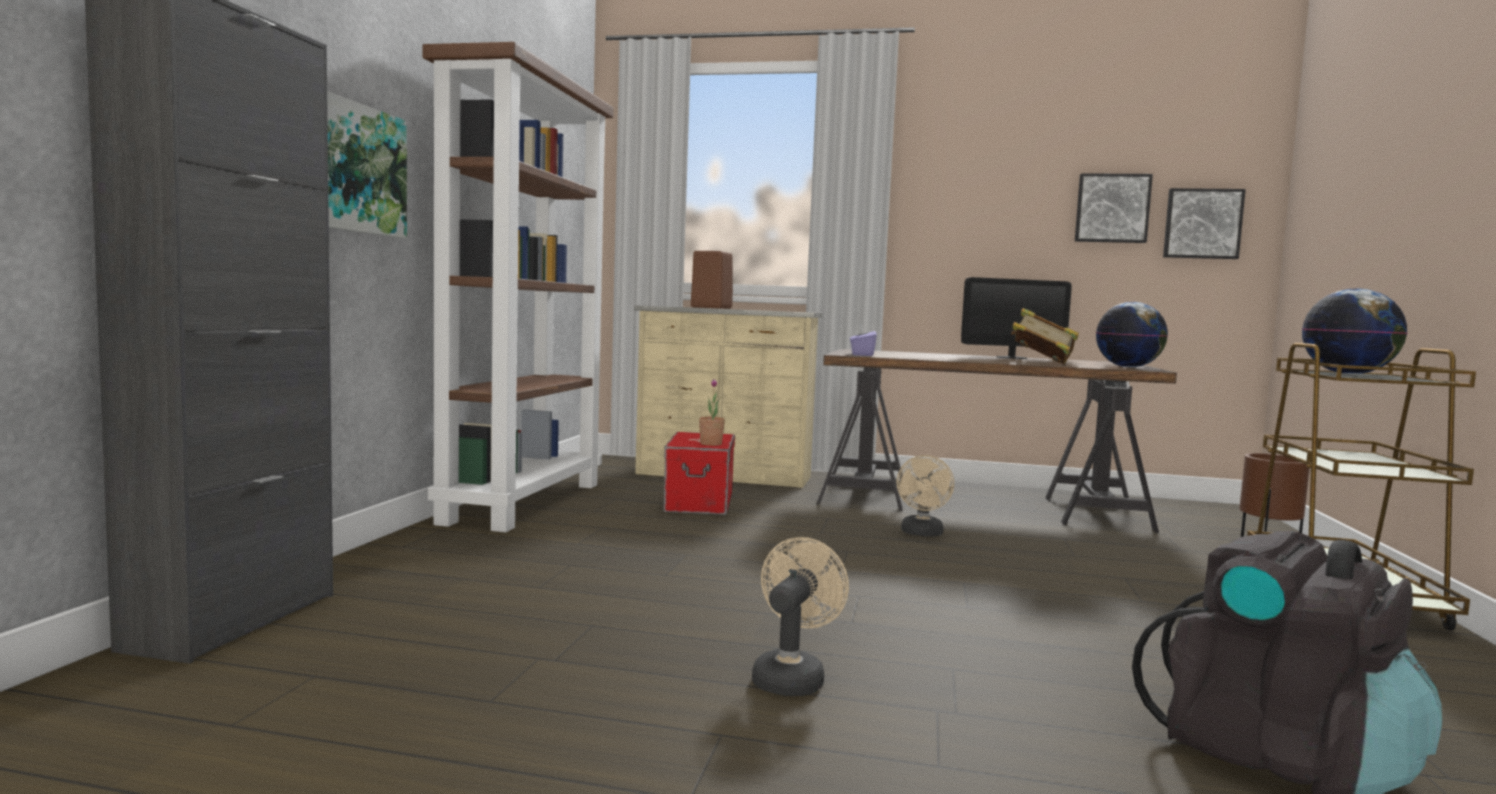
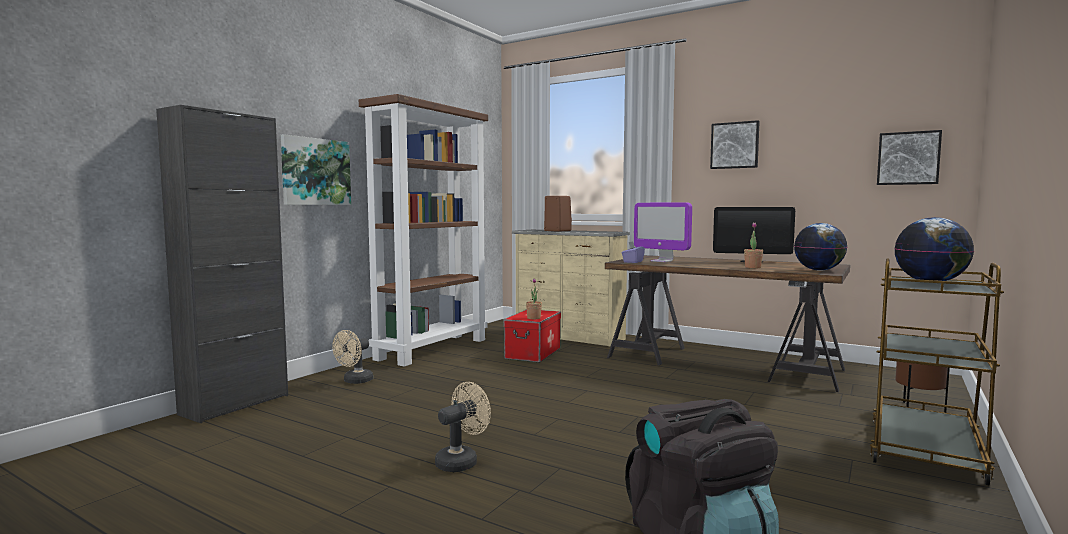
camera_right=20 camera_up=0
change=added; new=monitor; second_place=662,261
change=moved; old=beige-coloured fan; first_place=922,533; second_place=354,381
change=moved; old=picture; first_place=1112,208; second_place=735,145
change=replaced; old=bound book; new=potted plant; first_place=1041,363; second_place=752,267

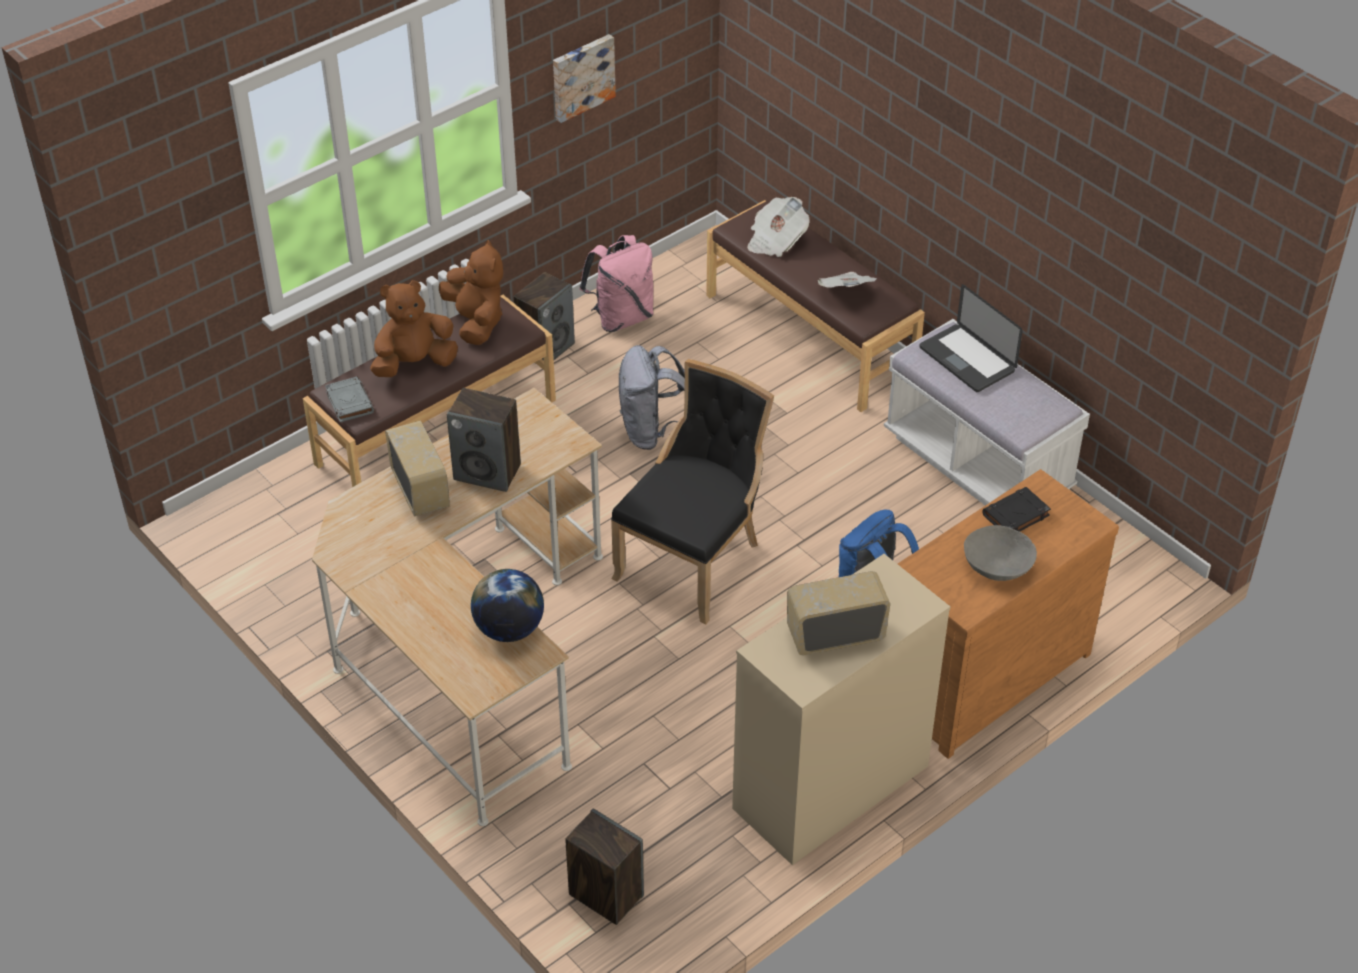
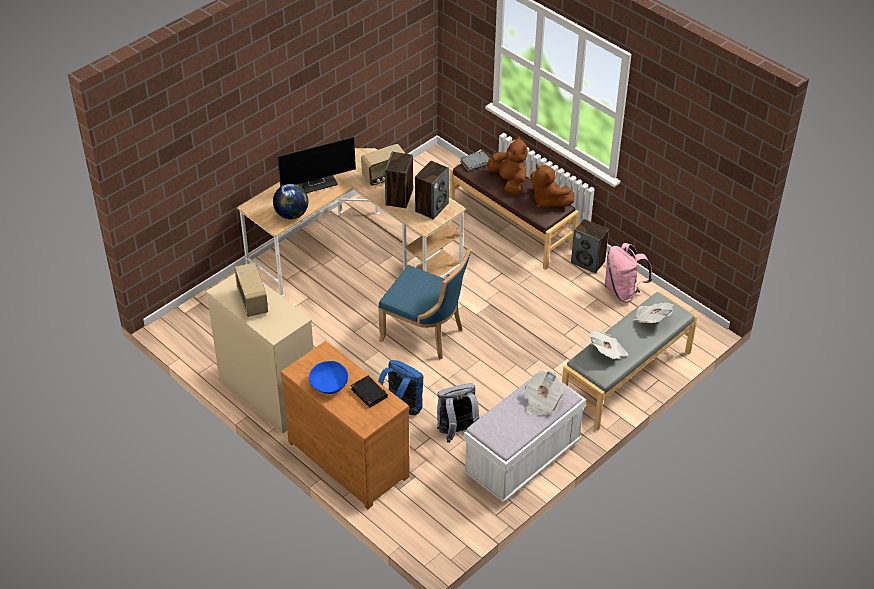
camera_right=85 camera_up=0
change=removed; old=picture; first_place=582,76
change=added; new=monitor; second_place=317,182
change=moved; old=loudspeaker; first_place=605,895; second_place=431,207
change=moved; old=greyish rucksack; first_place=653,432; second_place=457,432
change=replaced; old=laptop; new=newspaper; first_place=967,359; second_place=542,402
change=recoloured; old=blackish upright chair; new=blue-coloured upright chair; first_place=694,560; second_place=425,334
change=recoloured; old=brownish long seat; new=greyish long seat; first_place=810,335; second_place=627,378
change=recoloured; old=greyish bowl; new=blue-coloured bowl; first_place=997,565; second_place=329,384
change=turned; old=brownish plush toy; first_place=476,322; second_place=548,201; degrees=75

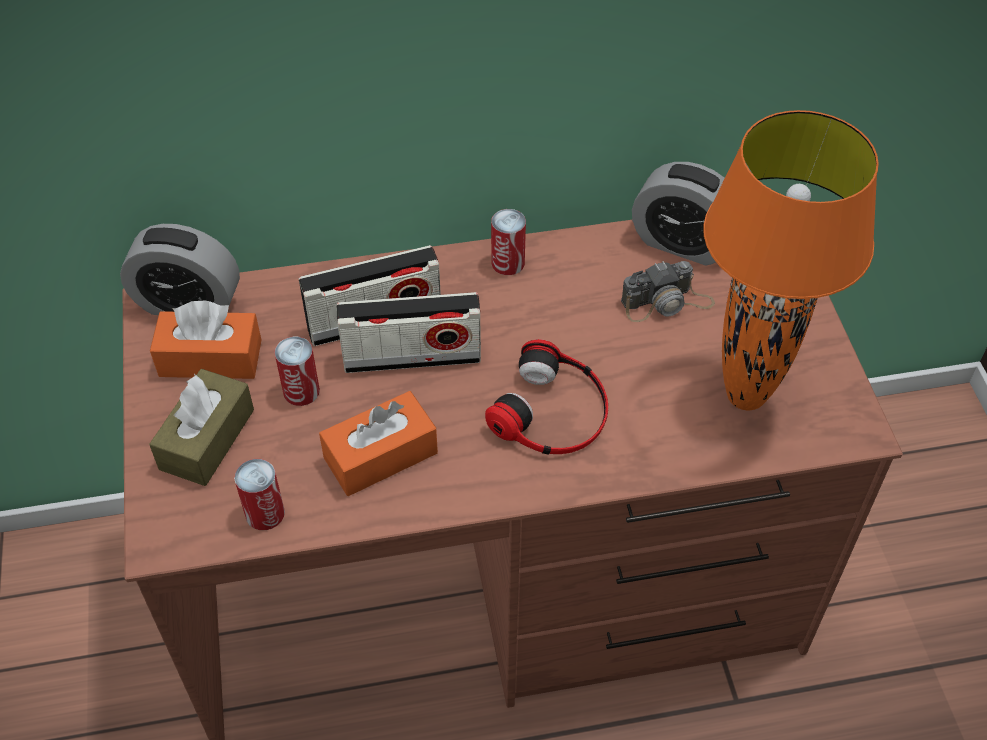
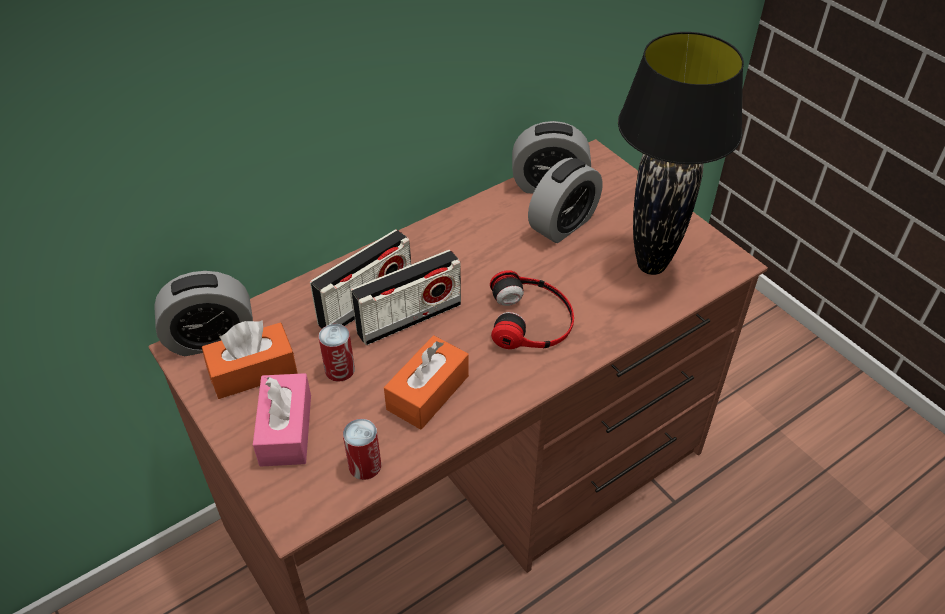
camera_right=-25 camera_up=-5
change=removed; old=can; first_place=508,263
change=replaced; old=photo camera; new=table clock; first_place=667,302; second_place=563,224
change=recoloured; old=brownish box of tissues; new=pinkish box of tissues; first_place=207,439; second_place=286,430
change=recoloured; old=orange lamp for a table; new=blackish lamp for a table; first_place=747,396; second_place=652,265

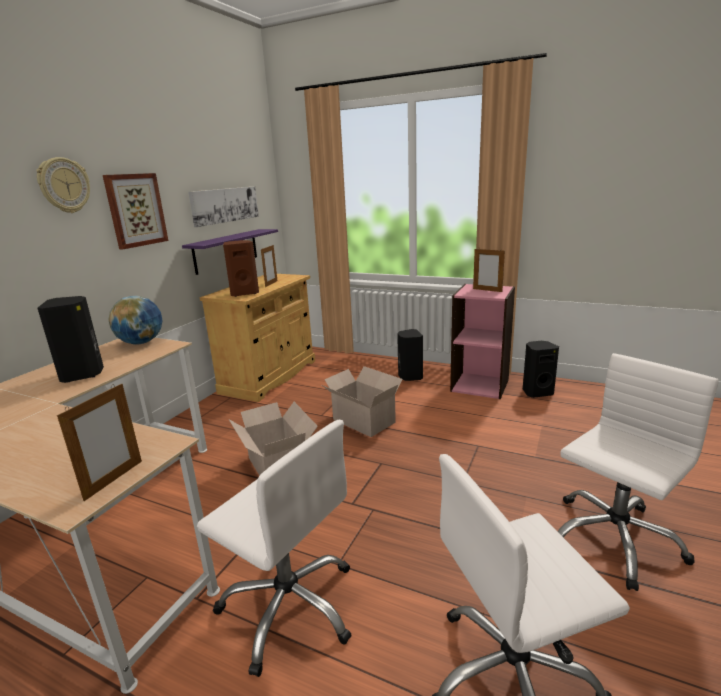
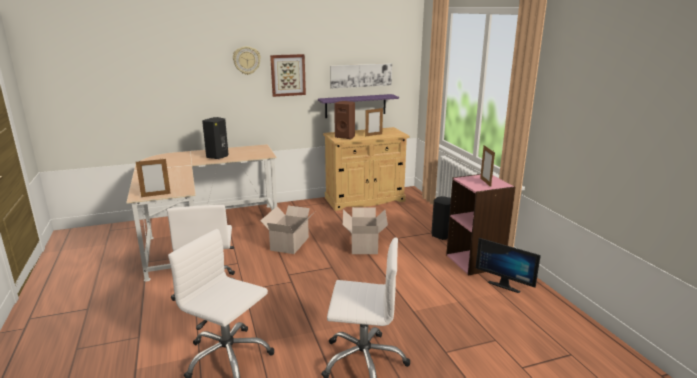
camera_right=45 camera_up=0
change=removed; old=world globe; first_place=141,342
change=replaced; old=blackish loudspeaker; new=monitor; first_place=537,392; second_place=505,285

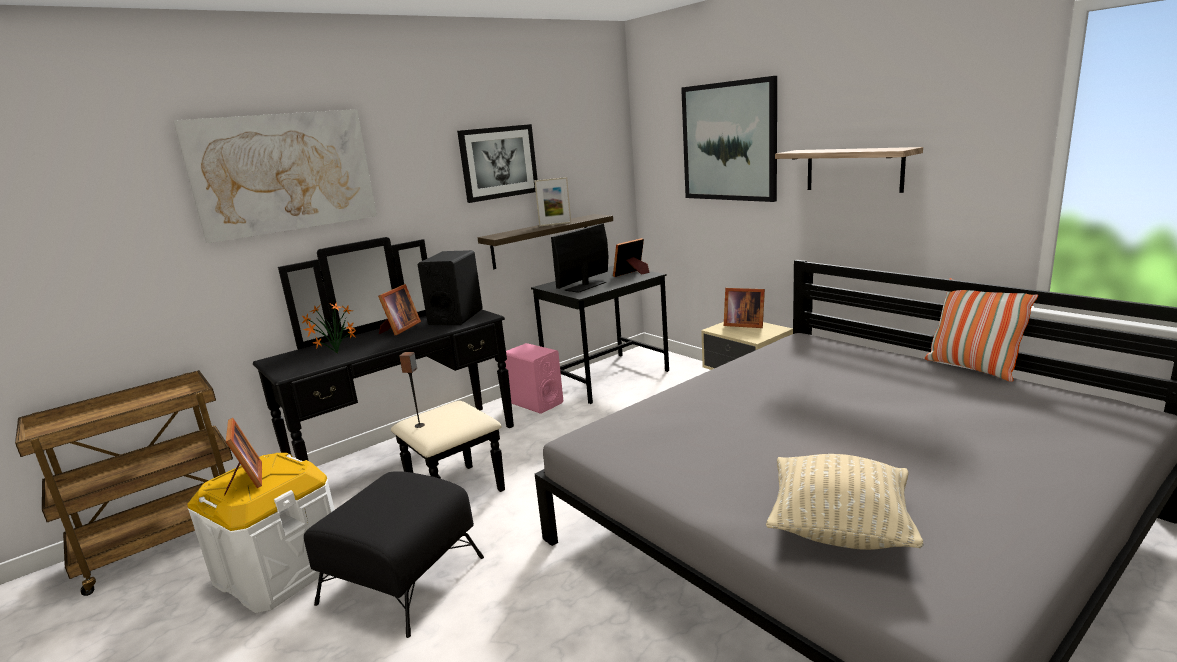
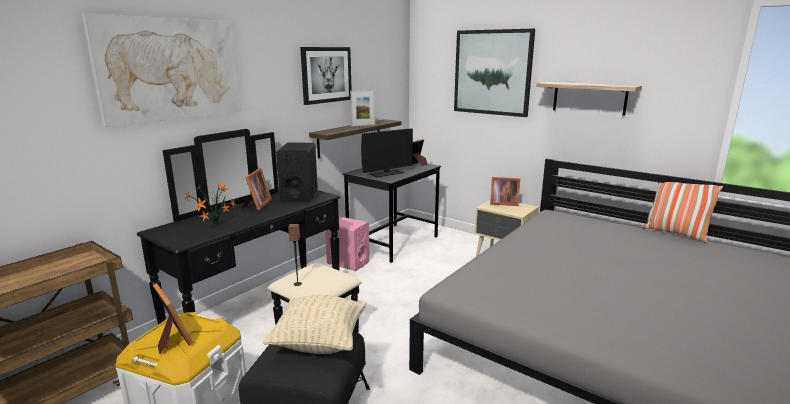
camera_right=-15 camera_up=0
change=moved; old=beige-coloured throw pillow; first_place=839,529; second_place=319,342
change=turned; old=monitor; first_place=585,286; second_place=387,173; degrees=-150

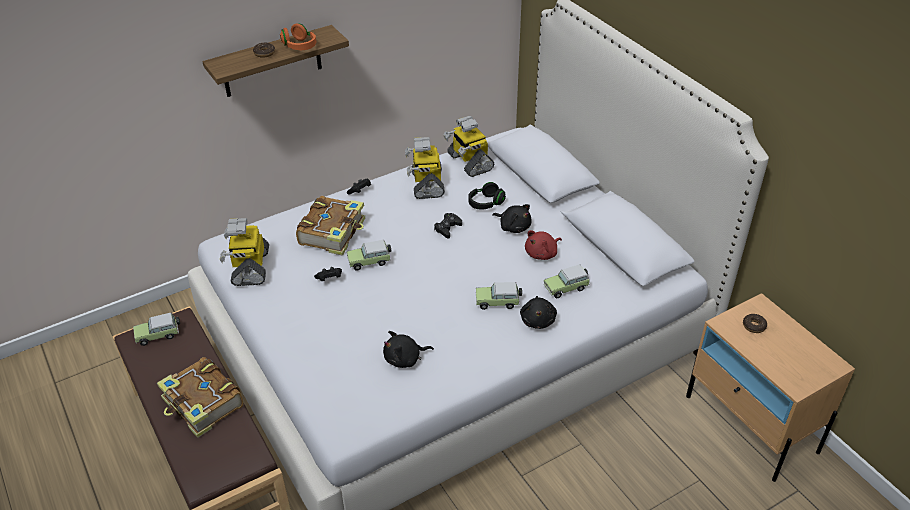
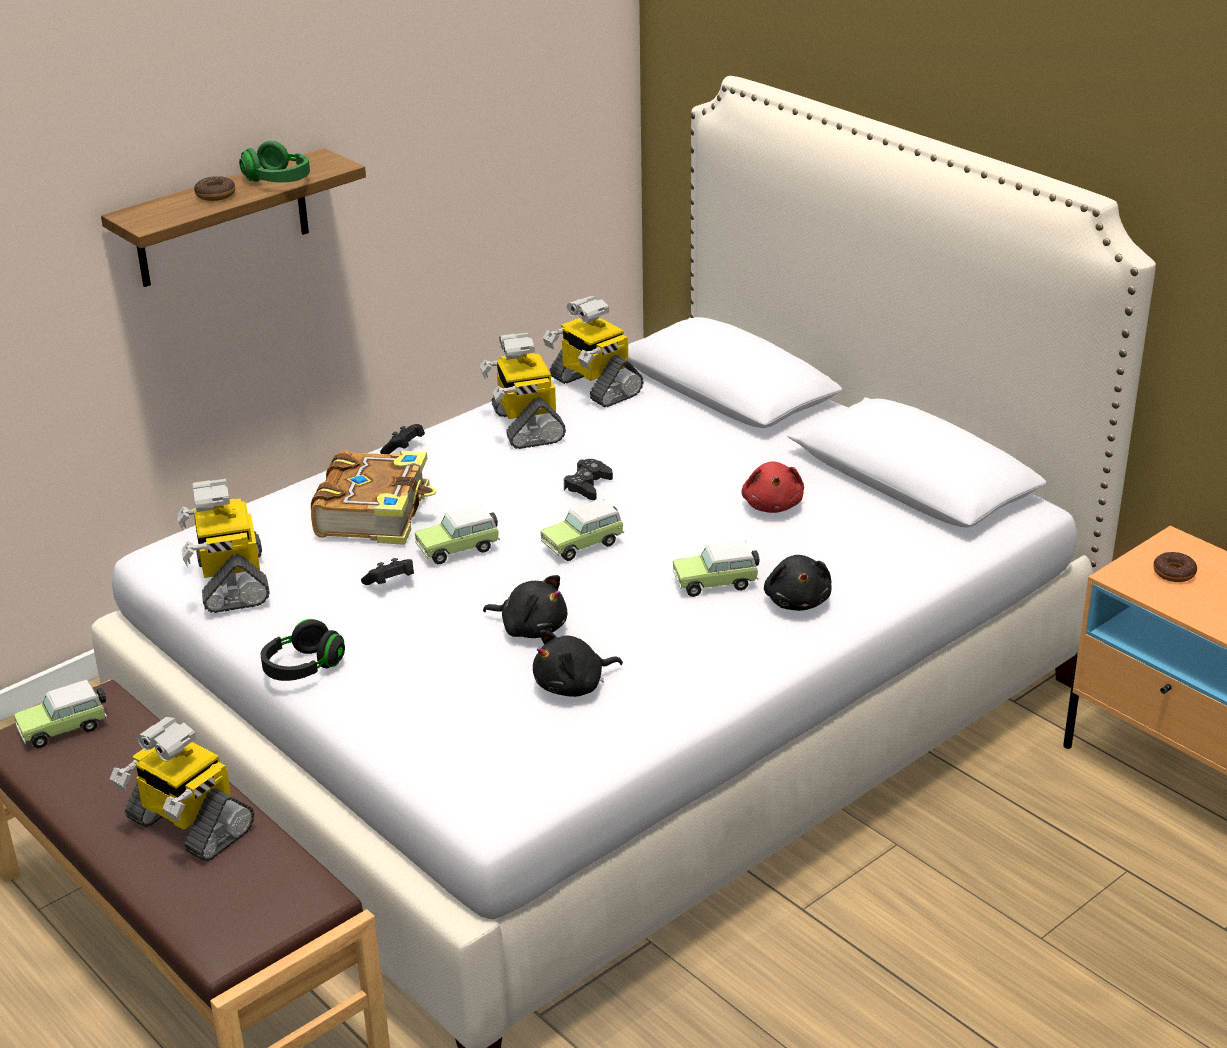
camera_right=-10 camera_up=-10
change=moved; old=blackish pair of headphones; first_place=485,203; second_place=303,668
change=moved; old=blackish plush toy; first_place=513,226; second_place=531,628
change=moved; old=miniature car; first_place=567,288; second_place=585,544
change=replaced; old=bound book; new=model robot; first_place=203,404; second_place=188,826
change=recoloured; old=orange pair of headphones; new=green-coloured pair of headphones; first_place=299,46; second_place=278,181
change=turned; old=reddish plush toy; first_place=542,254; second_place=772,505; degrees=-45

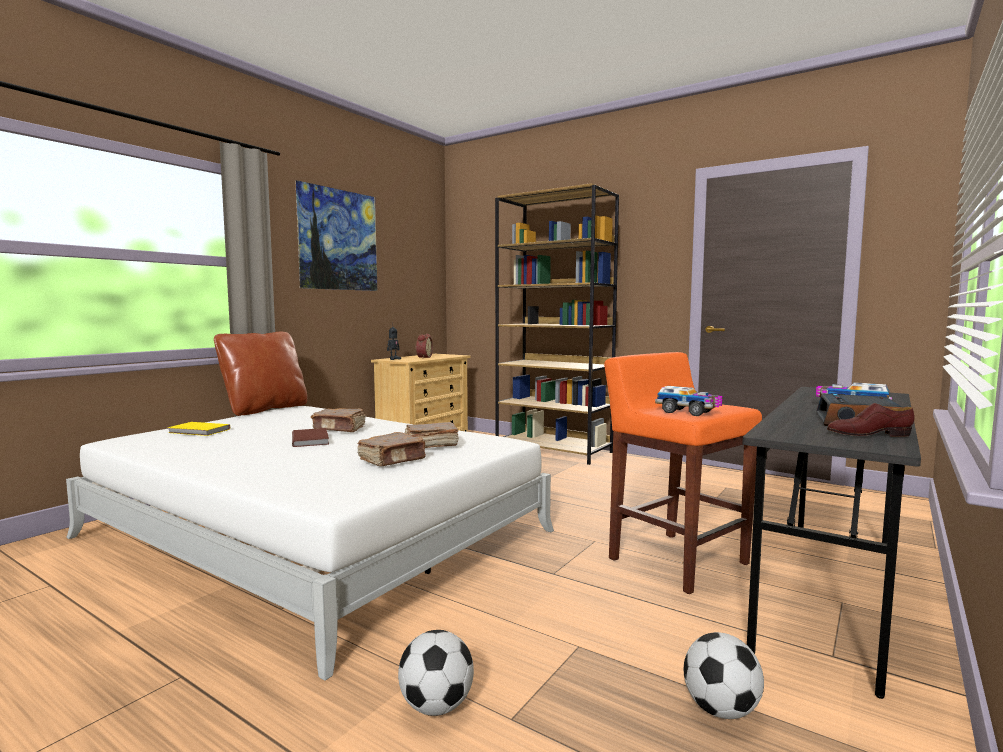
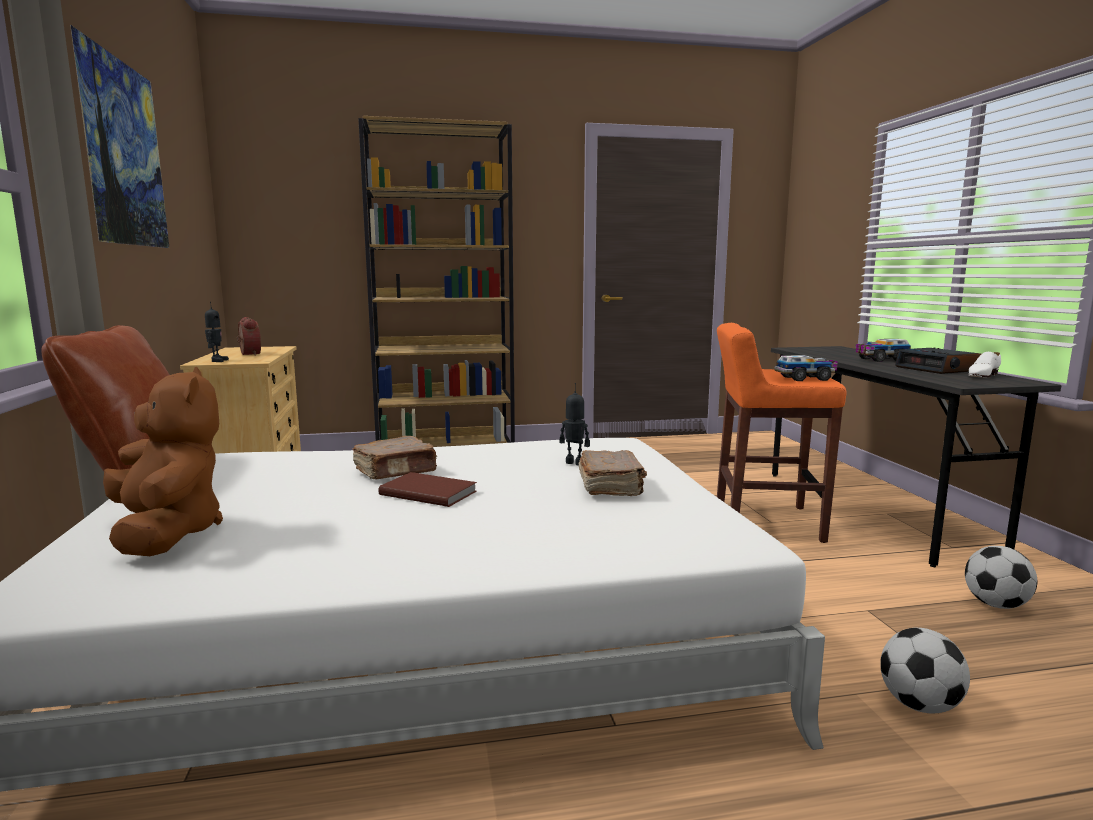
camera_right=-45 camera_up=5
change=replaced; old=yellowish bound book; new=brownish plush toy; first_place=199,431; second_place=167,533
change=replaced; old=brownish bound book; new=model robot; first_place=430,446; second_place=575,463
change=recoloured; old=brownish low shoe; new=white-coloured low shoe; first_place=868,434; second_place=982,375

